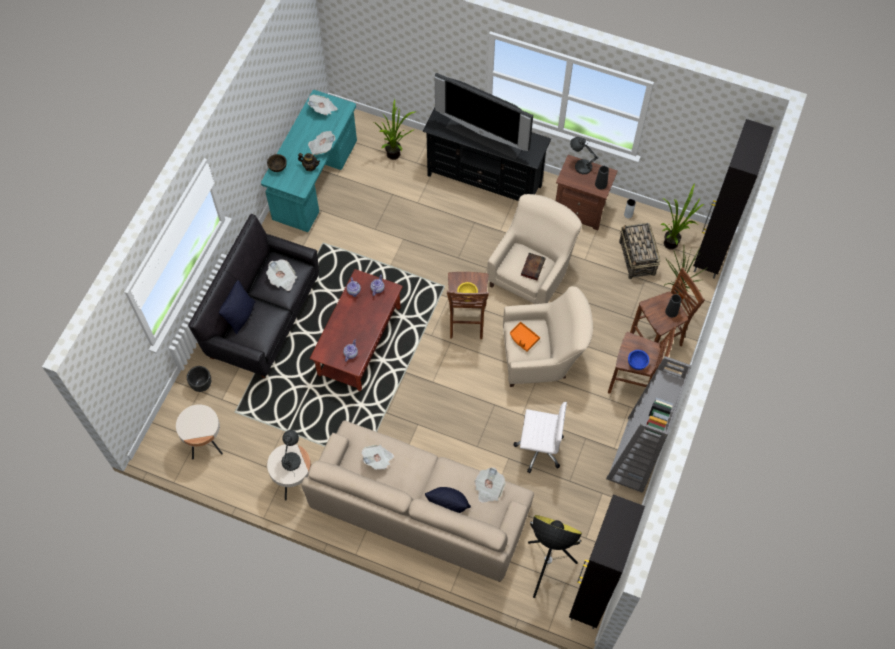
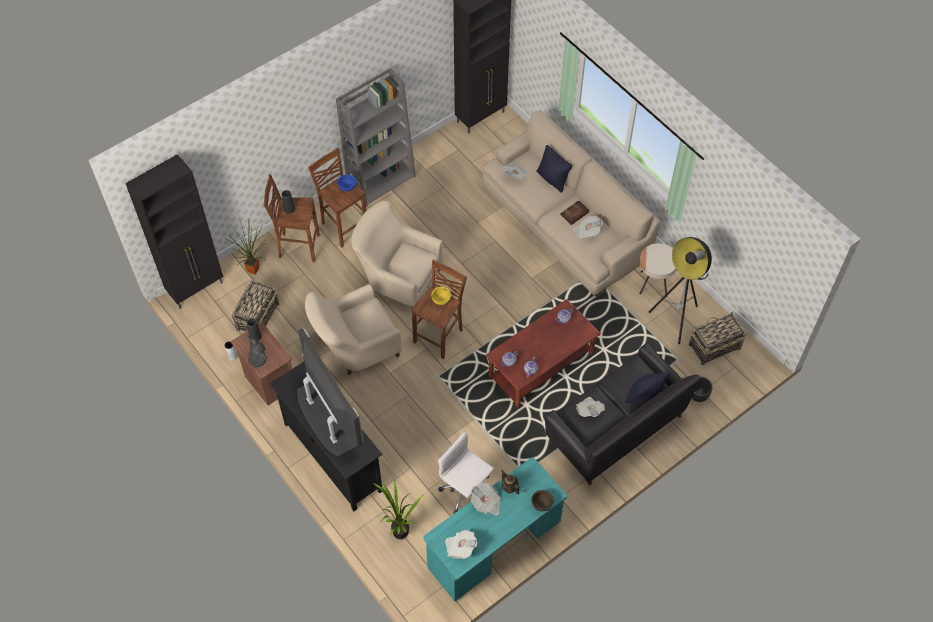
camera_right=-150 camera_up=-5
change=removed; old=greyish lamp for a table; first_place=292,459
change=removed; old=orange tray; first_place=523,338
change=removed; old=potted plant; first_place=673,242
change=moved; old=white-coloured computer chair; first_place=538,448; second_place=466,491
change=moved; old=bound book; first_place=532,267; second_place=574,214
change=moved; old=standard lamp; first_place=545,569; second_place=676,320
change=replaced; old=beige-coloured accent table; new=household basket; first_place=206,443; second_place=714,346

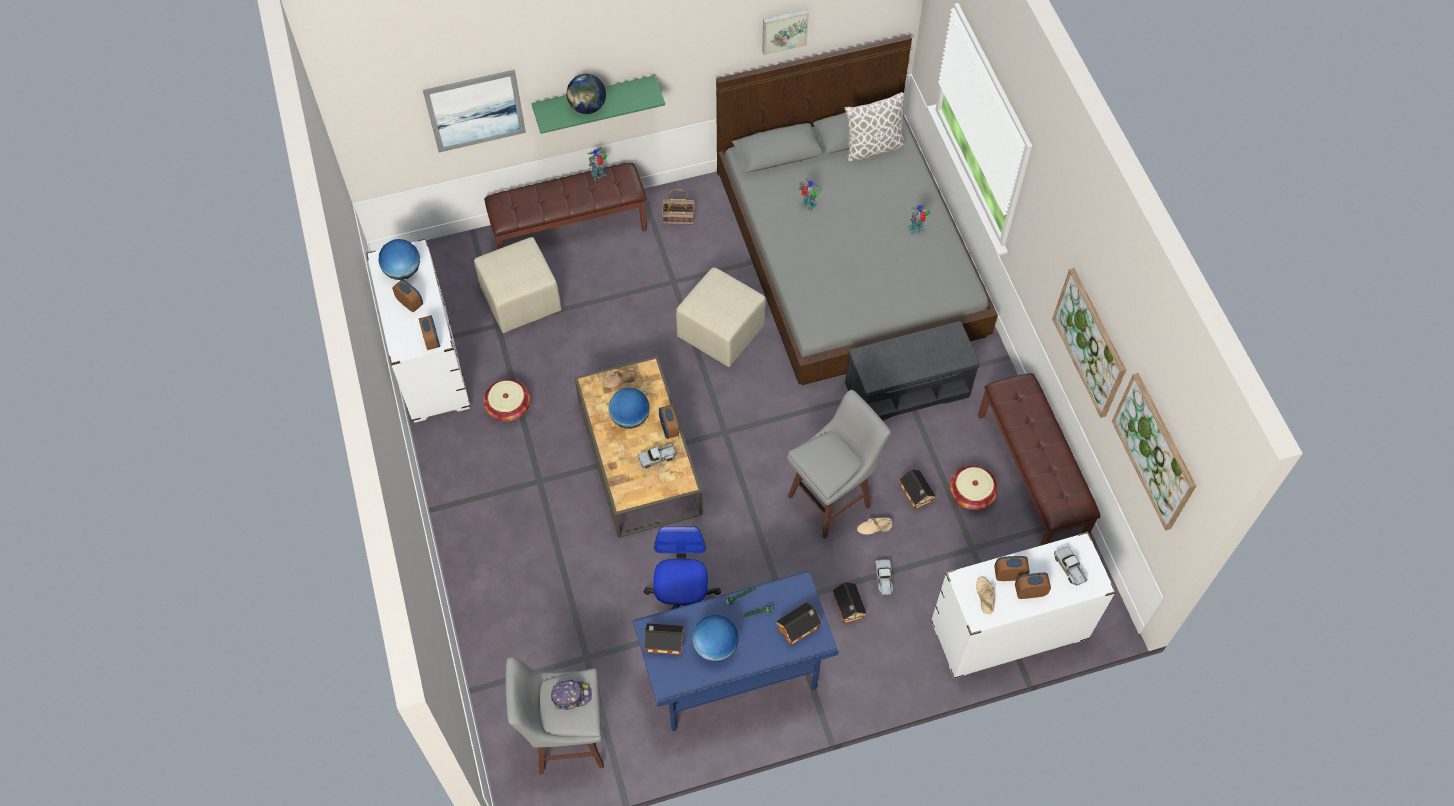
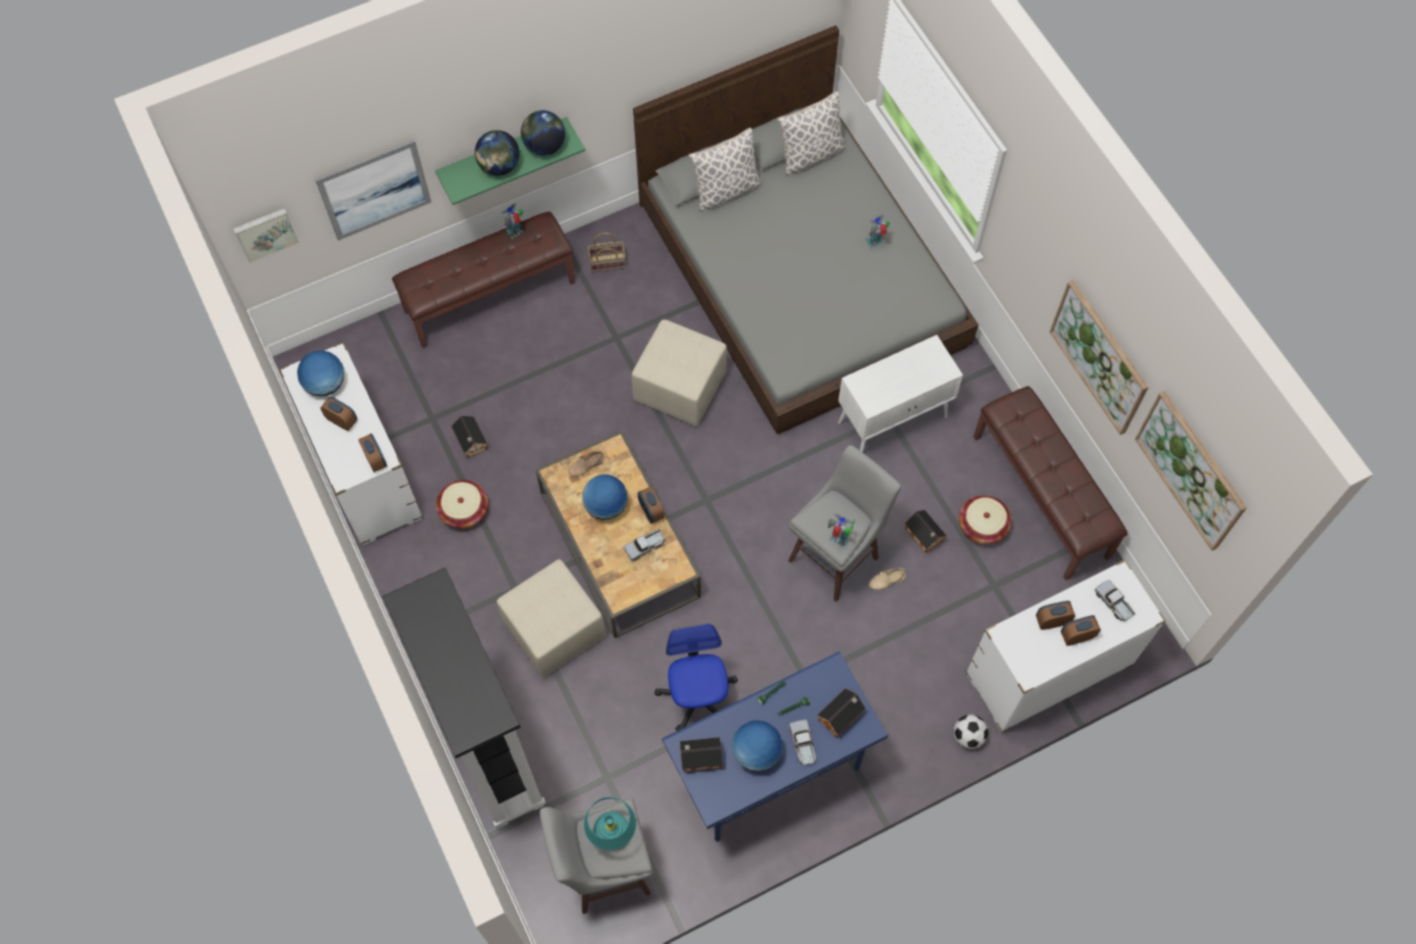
camera_right=-10 camera_up=5
change=removed; old=beige-coloured low shoe; first_place=984,596
change=added; new=blackish bookshelf; second_place=489,751
change=added; new=world globe; second_place=545,146
change=added; new=throw pillow; second_place=725,190
change=added; new=ball for football; second_place=968,736
change=moved; old=beige-coloured ottoman; first_place=522,300; second_place=555,628
change=moved; old=picture; first_place=784,30; second_place=265,233
change=moved; old=model robot; first_place=808,206; second_place=839,539
change=moved; old=miniature house; first_place=848,608; second_place=471,442
change=moved; old=model truck; first_place=883,579; second_place=803,744
change=replaced; old=peaked cap; new=turquoise lamp for a table; first_place=571,696; second_place=612,833
change=replaced; old=greyish long seat; new=white-coloured cabinet; first_place=907,389; second_place=893,419

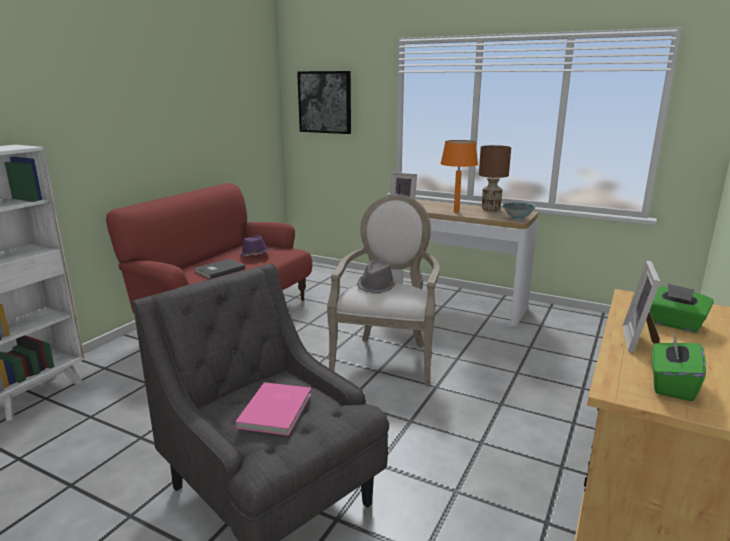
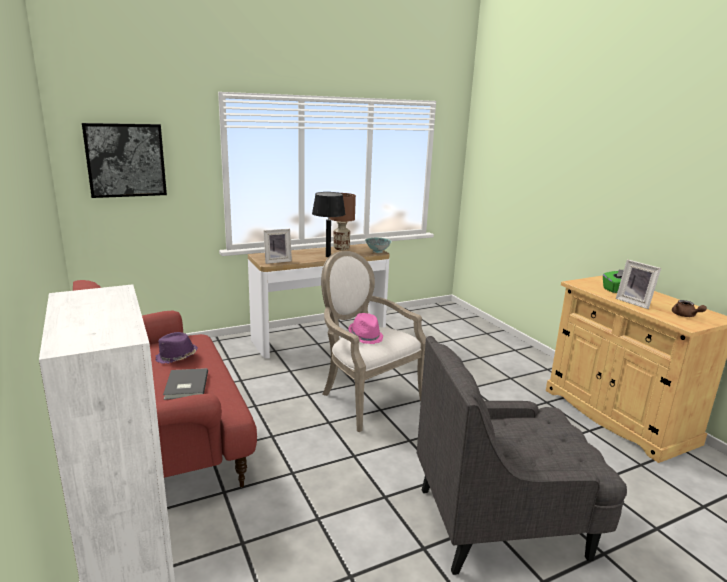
camera_right=-55 camera_up=0
change=removed; old=pinkish bound book; first_place=277,410
change=replaced; old=green-coloured box of tissues; new=brownish teapot; first_place=671,385; second_place=685,316
change=recoloured; old=greyish hat; new=pinkish hat; first_place=377,286; second_place=365,336
change=recoloured; old=orange lamp for a table; new=blackish lamp for a table; first_place=456,212; second_place=328,256

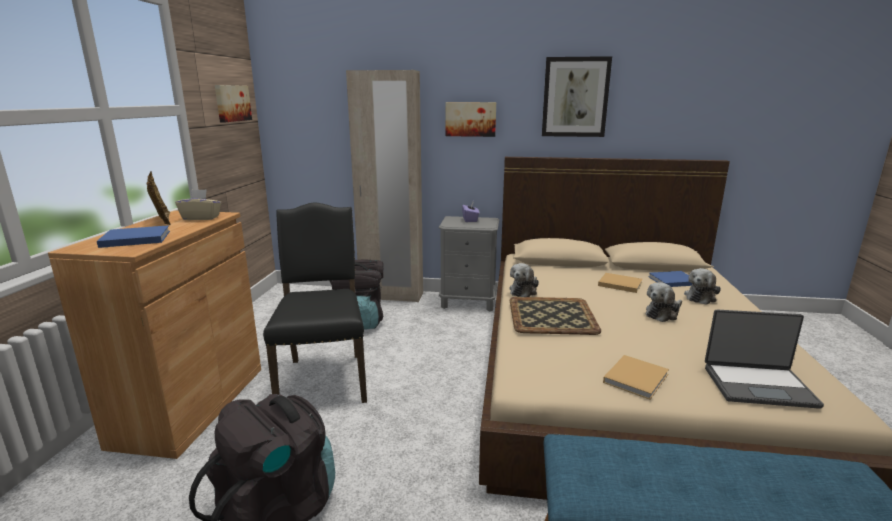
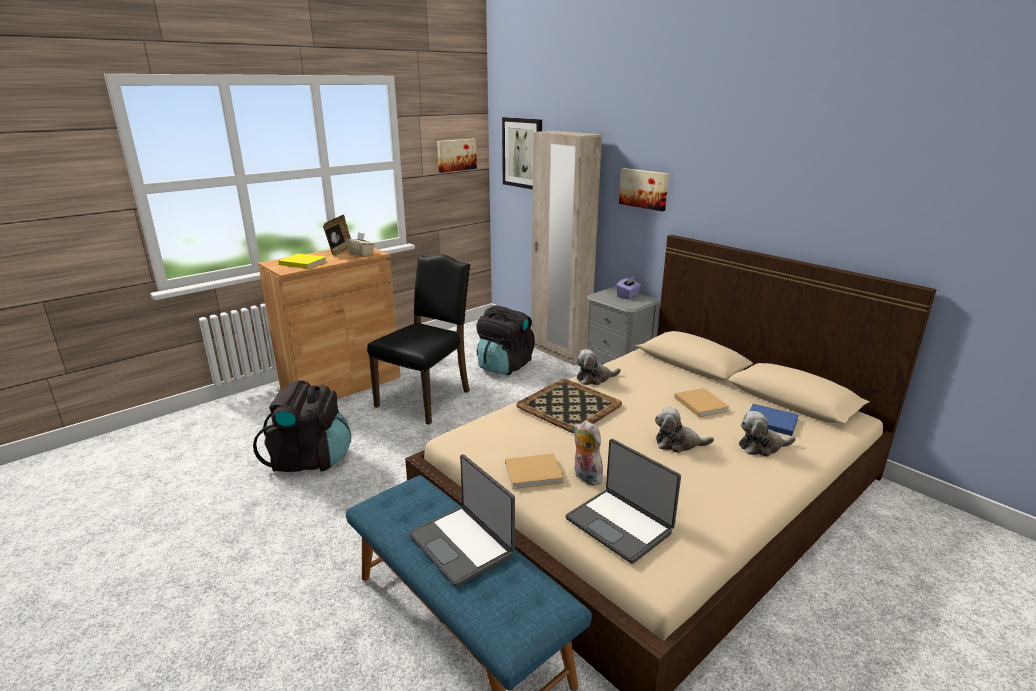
camera_right=40 camera_up=5
change=added; new=laptop; second_place=462,545
change=added; new=plush toy; second_place=585,477
change=moved; old=picture; first_place=575,97; second_place=523,153
change=recoloured; old=blue-coloured bound book; new=yellowish bound book; first_place=133,239; second_place=302,262

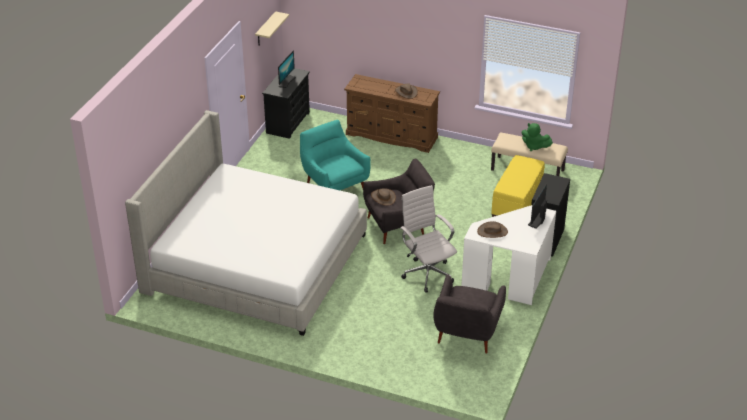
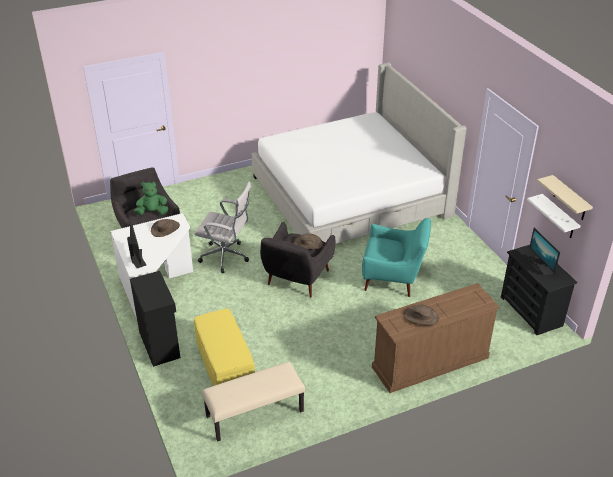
camera_right=135 camera_up=0
change=added; new=white-coloured bracket shelf; second_place=559,217
change=moved; old=green-coloured plush toy; first_place=534,146; second_place=152,212

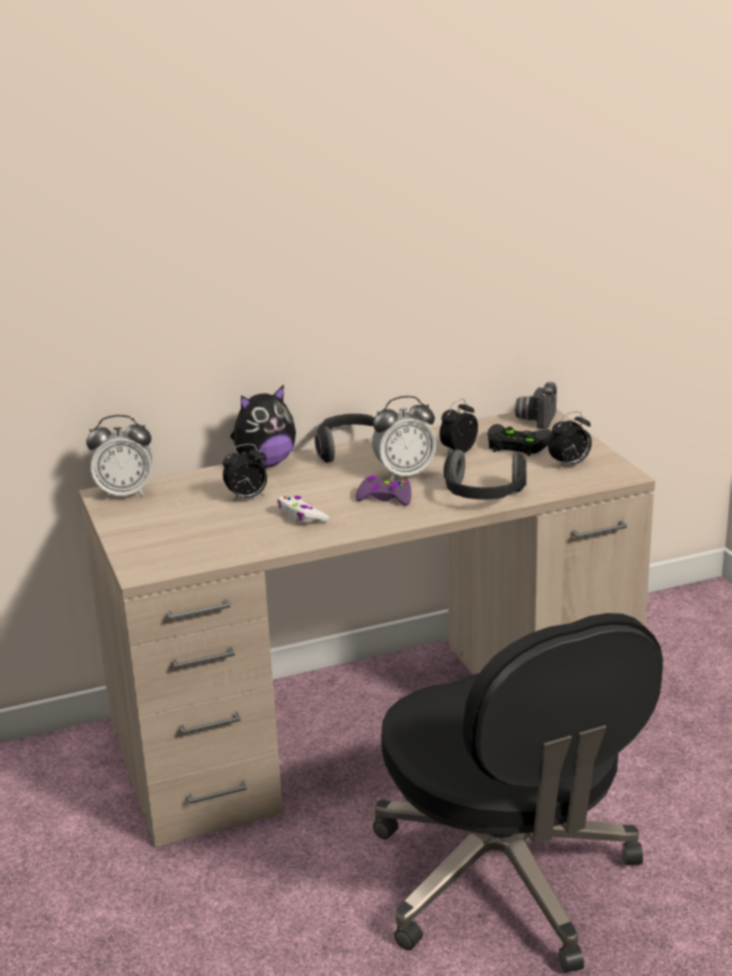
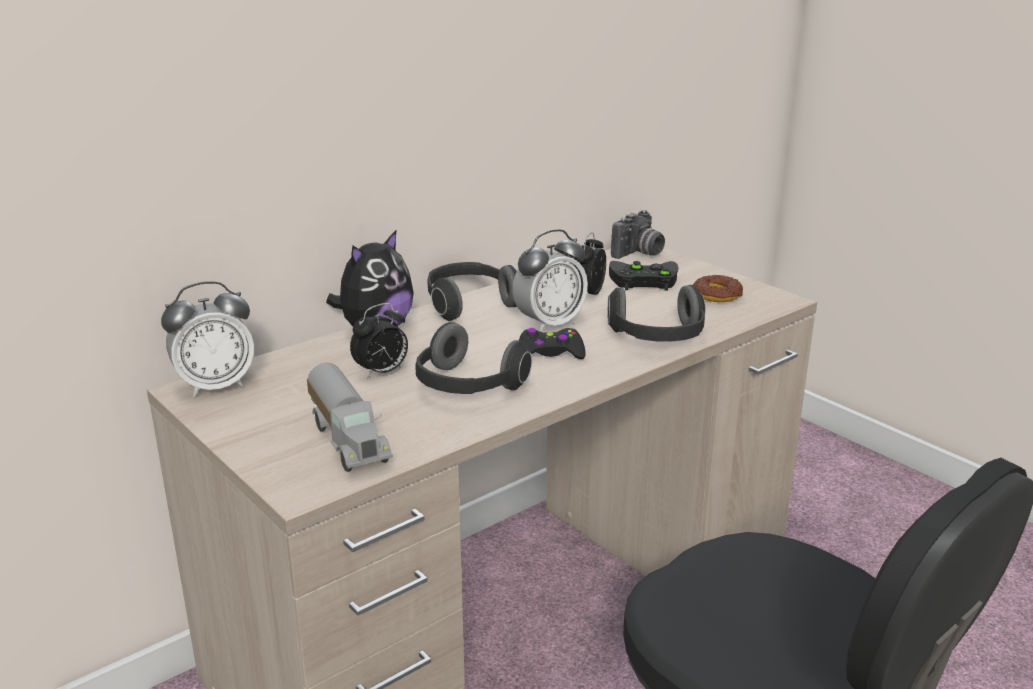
camera_right=-20 camera_up=0
change=added; new=model truck; second_place=349,440
change=replaced; old=white-coloured joypad; new=pair of headphones; first_place=301,516; second_place=467,387
change=replaced; old=table clock; new=doughnut; first_place=569,464; second_place=717,295
change=recoloured; old=purple joypad; new=blackish joypad; first_place=385,498; second_place=550,353
change=turned; old=photo camera; first_place=535,419; second_place=639,253; degrees=-135

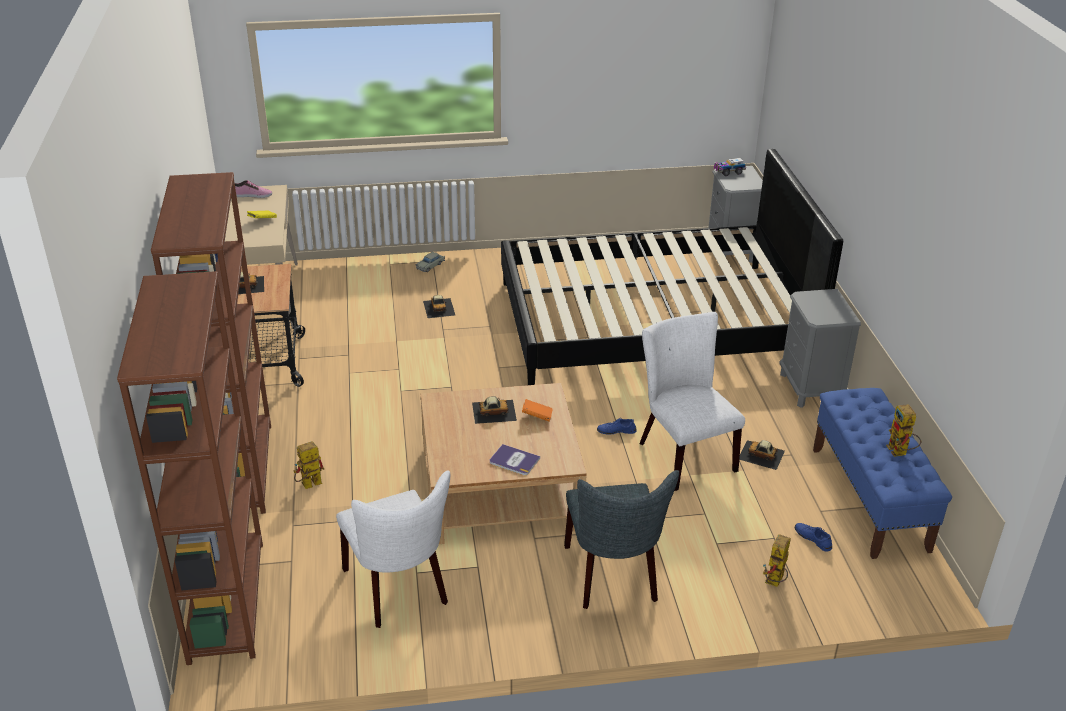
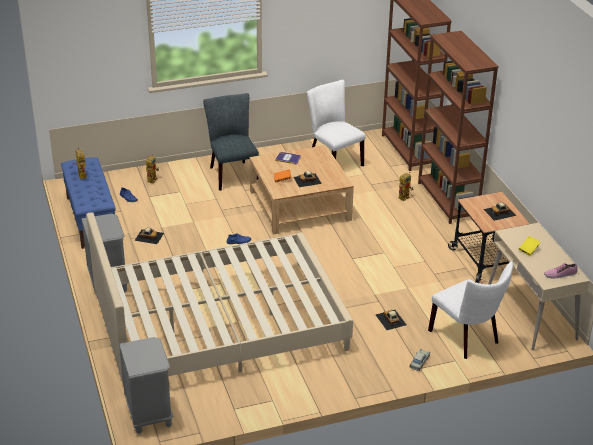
camera_right=170 camera_up=0
change=removed; old=model truck; first_place=728,172
change=moved; old=white-coloured upright chair; first_place=682,453; second_place=467,338
change=recoloured; old=blackish bed; new=beige-coloured bed; first_place=653,322; second_place=219,325

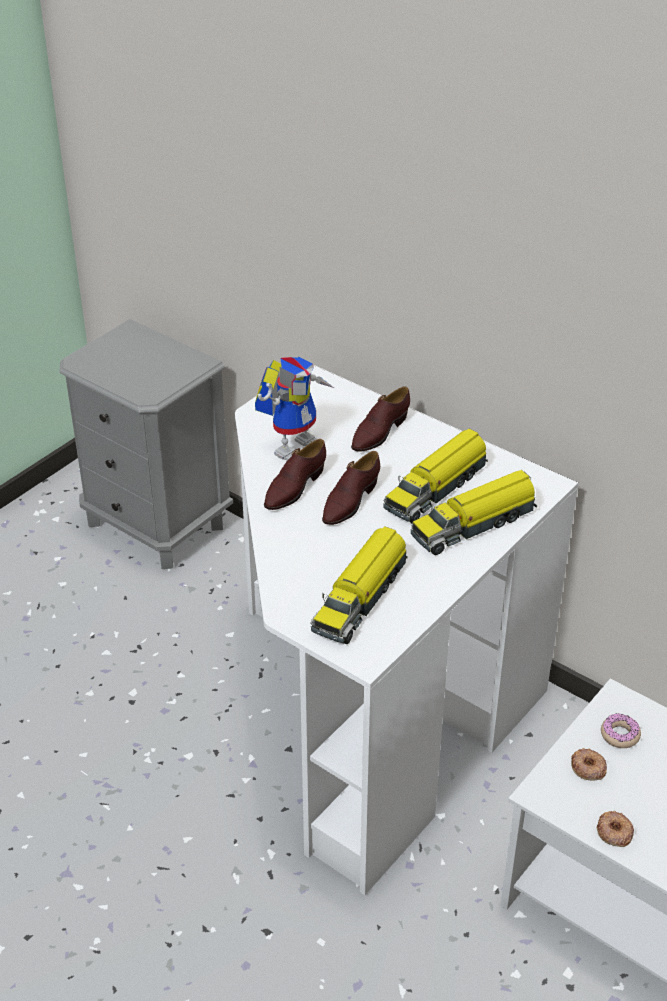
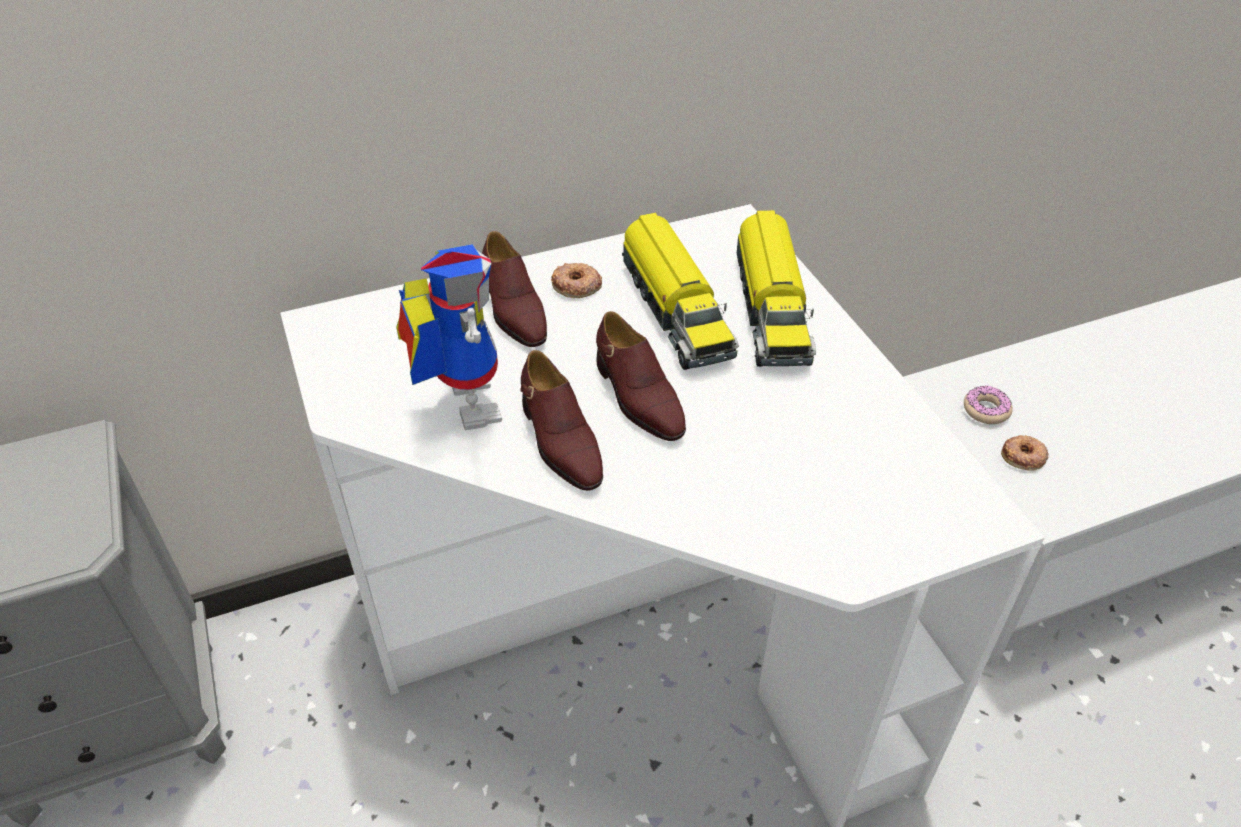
camera_right=-60 camera_up=5
change=removed; old=model truck; first_place=361,597
change=moved; old=doughnut; first_place=614,832; second_place=576,285

